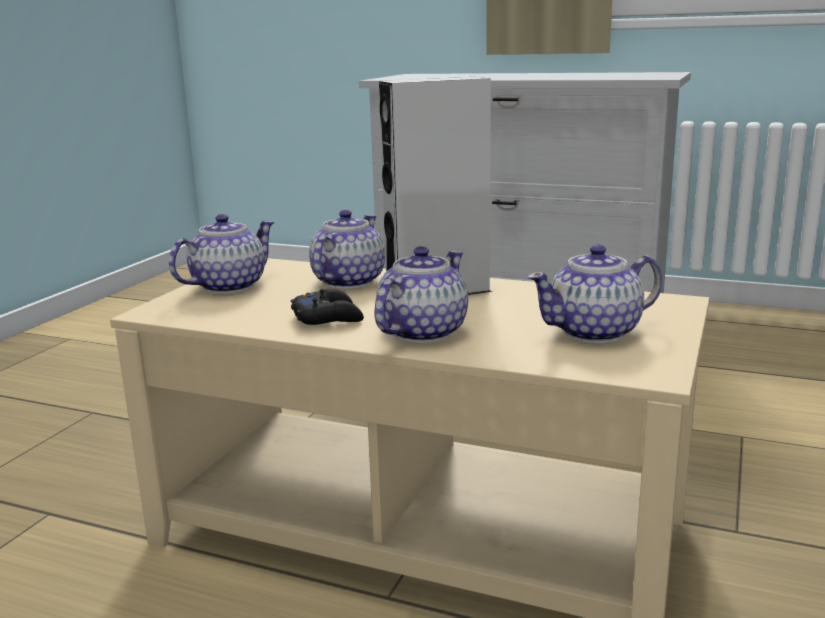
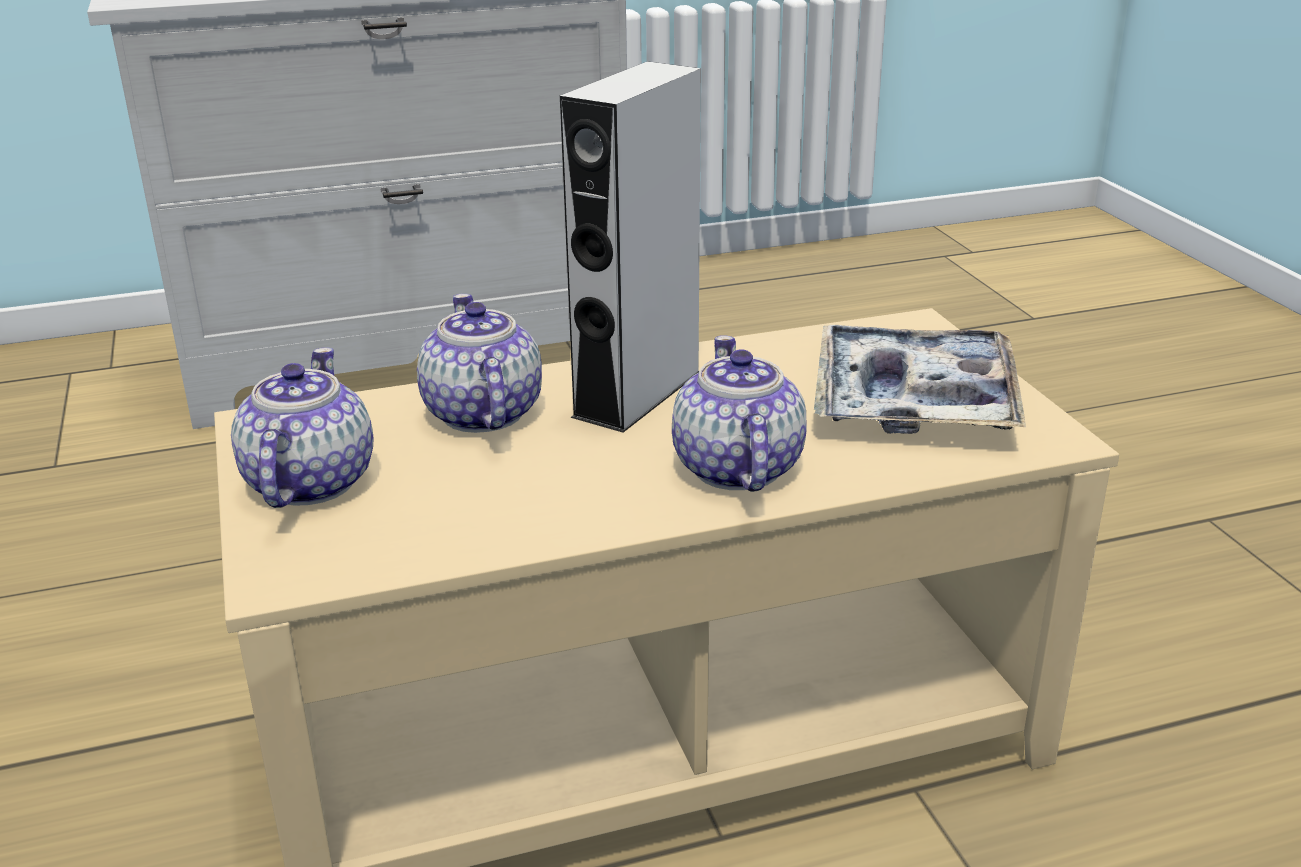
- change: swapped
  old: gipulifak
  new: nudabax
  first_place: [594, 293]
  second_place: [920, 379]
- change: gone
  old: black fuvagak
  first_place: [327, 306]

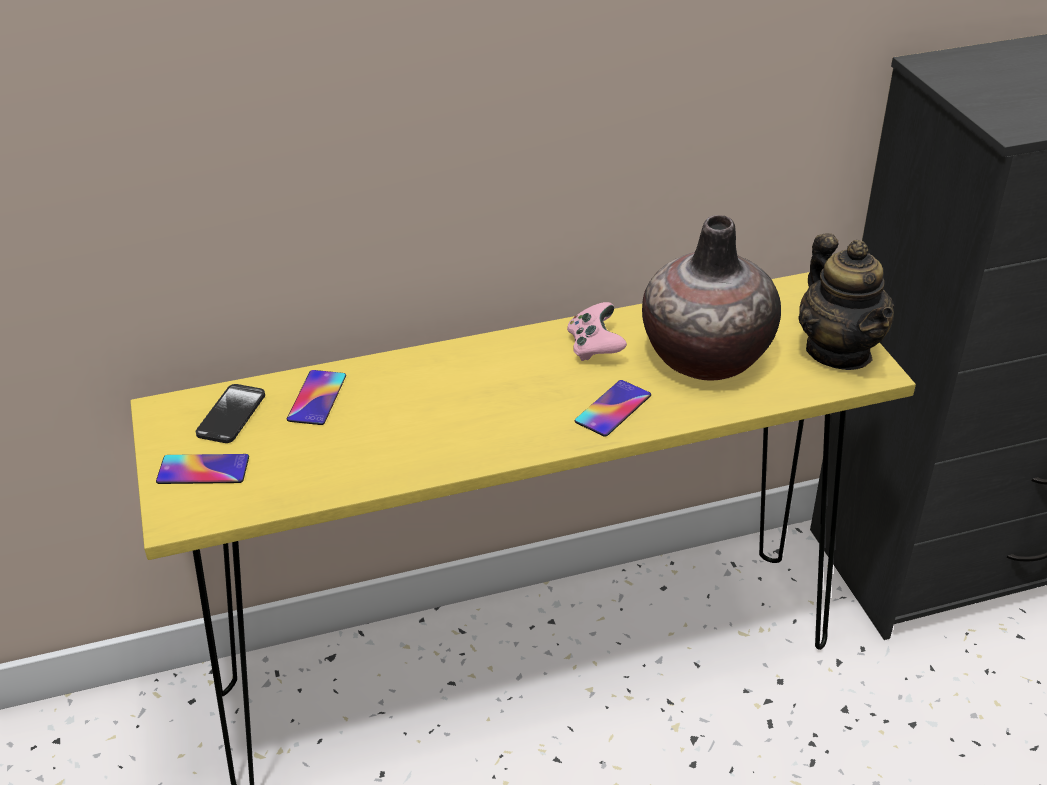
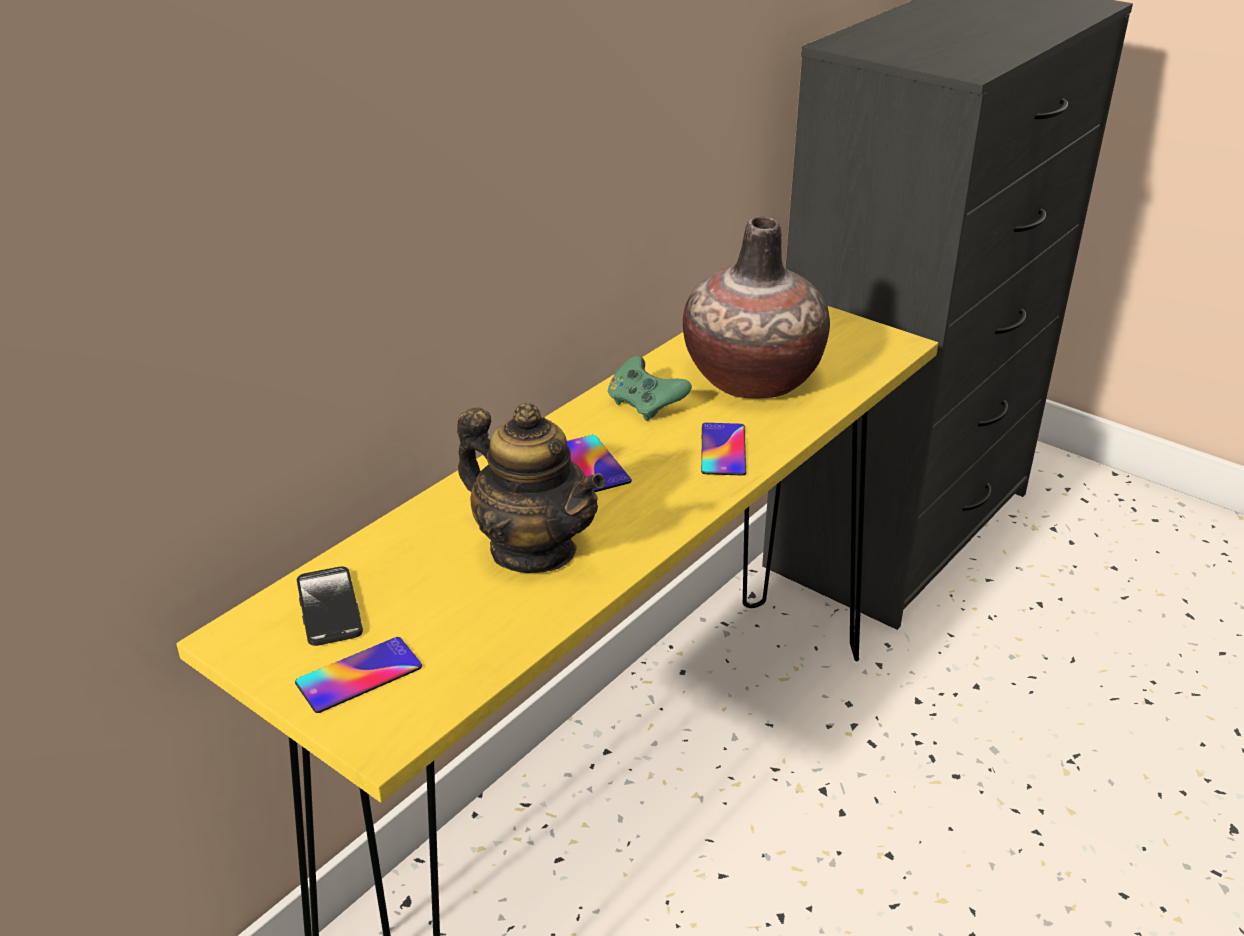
- change: shifted
  old: gipulifak
  first_place: [846, 301]
  second_place: [531, 488]
- change: repainted
  old: pink fuvagak
  new: green fuvagak
  first_place: [597, 331]
  second_place: [649, 388]
- change: shifted
  old: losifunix
  first_place: [316, 397]
  second_place: [599, 463]

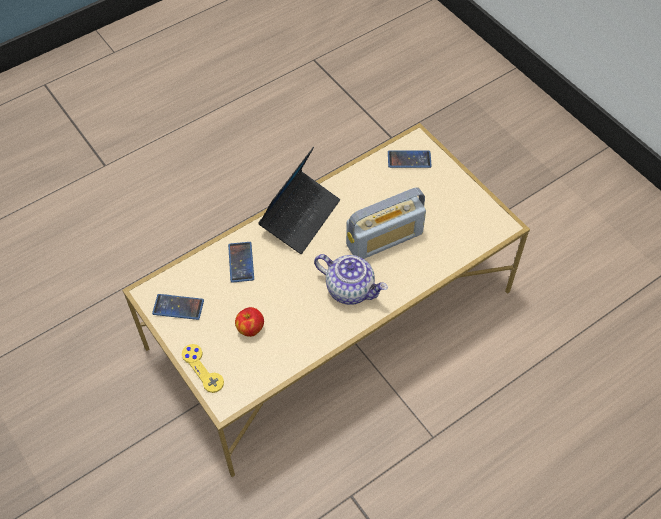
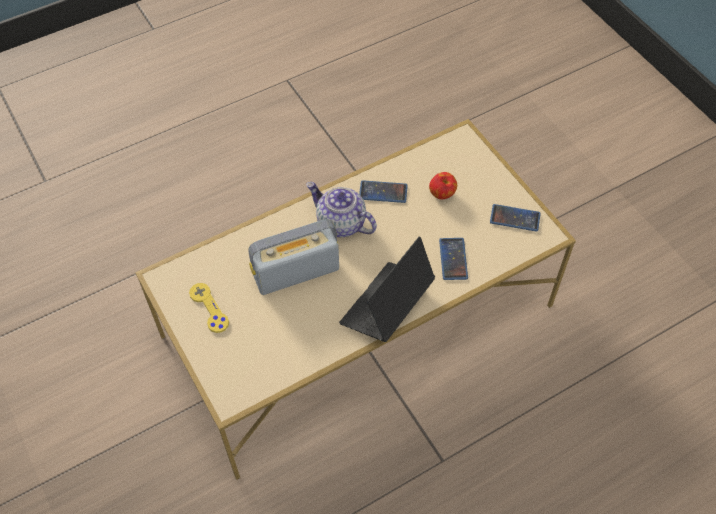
- change: shifted
  old: losifunix
  first_place: [410, 159]
  second_place: [383, 191]
- change: shifted
  old: yellow fuvagak
  first_place: [203, 368]
  second_place: [209, 308]

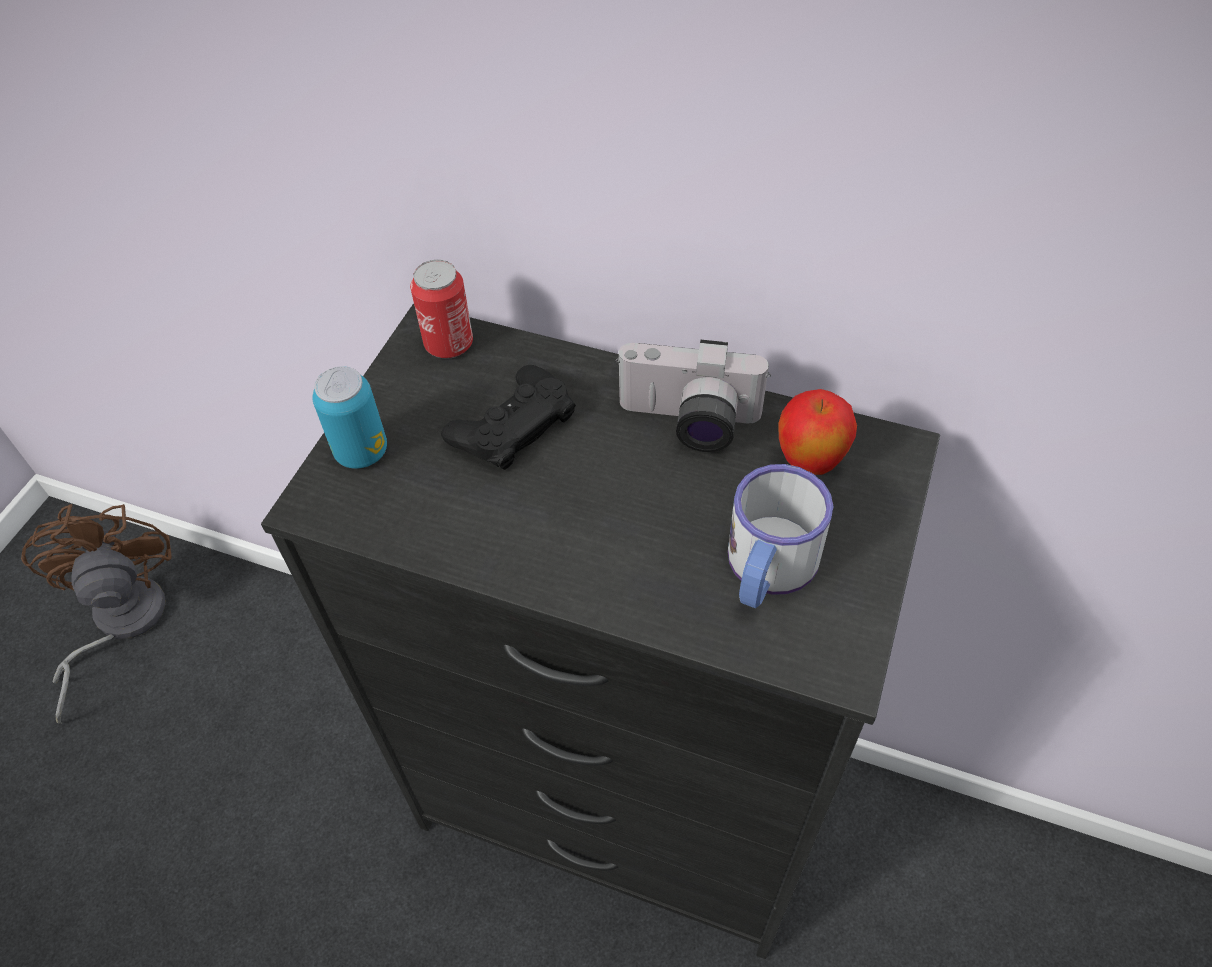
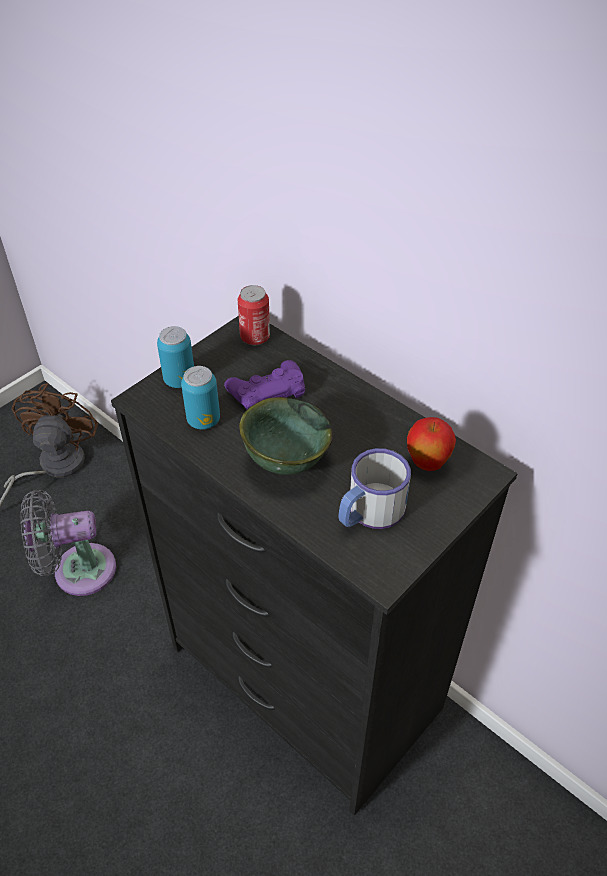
- change: gone
  old: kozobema
  first_place: [693, 396]
- change: repainted
  old: black fuvagak
  new: purple fuvagak
  first_place: [508, 417]
  second_place: [264, 384]
- change: new
  new: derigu
  second_place: [200, 397]
- change: new
  new: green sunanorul
  second_place: [286, 436]
- change: new
  new: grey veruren
  second_place: [68, 543]

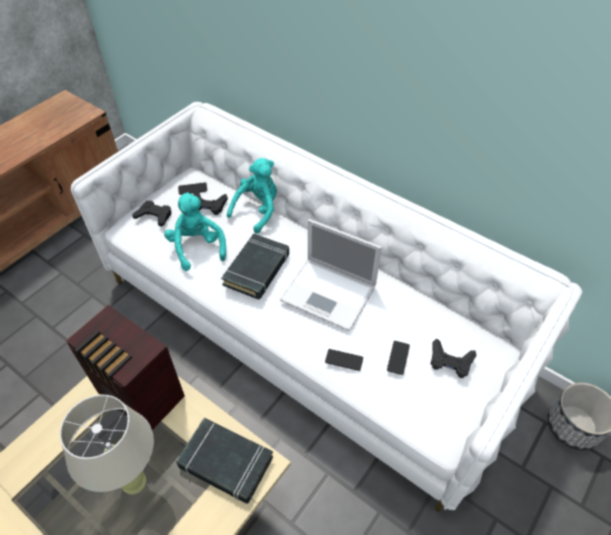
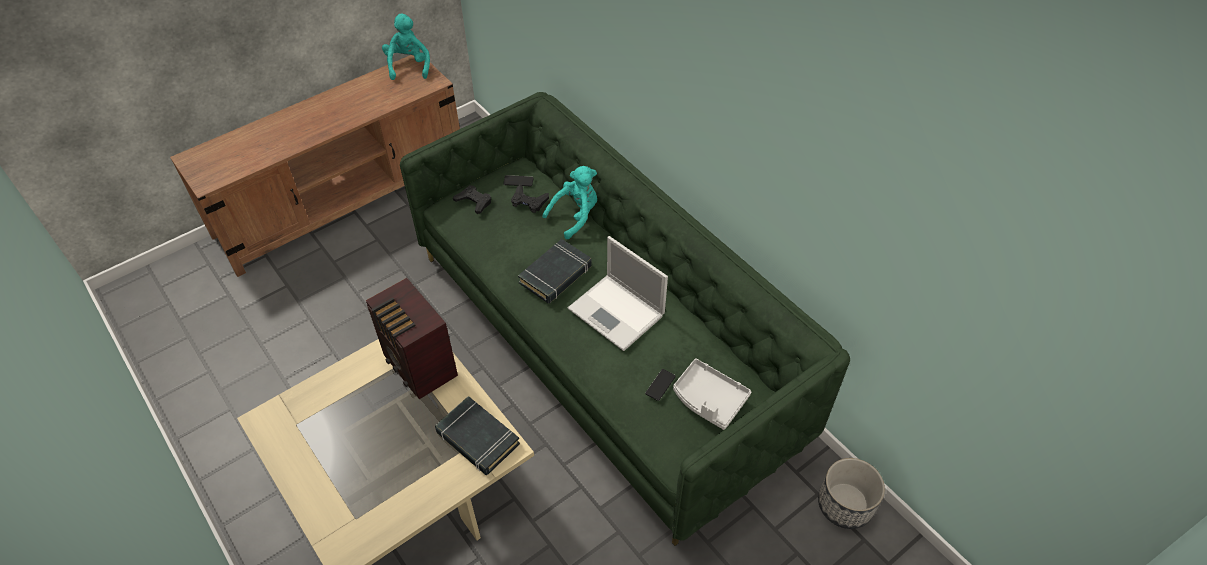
- change: repainted
  old: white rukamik
  new: green rukamik
  first_place: [327, 307]
  second_place: [625, 319]
- change: shifted
  old: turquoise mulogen
  first_place: [195, 231]
  second_place: [406, 47]
- change: swapped
  old: black fuvagak
  new: grey nudabax
  first_place: [453, 358]
  second_place: [712, 394]
- change: gone
  old: losifunix
  first_place: [344, 360]
- change: gone
  old: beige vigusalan
  first_place: [107, 445]

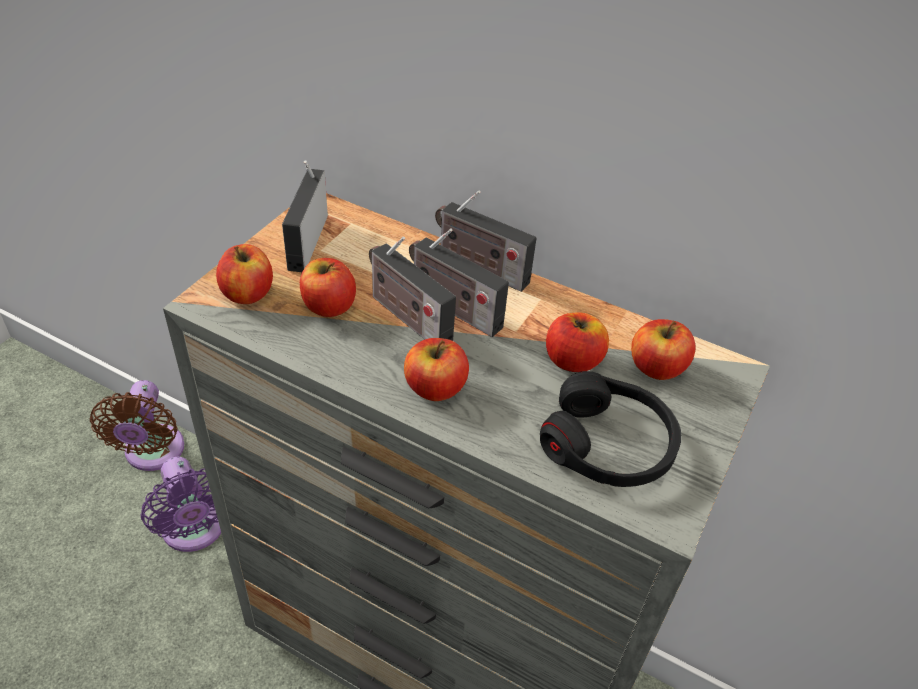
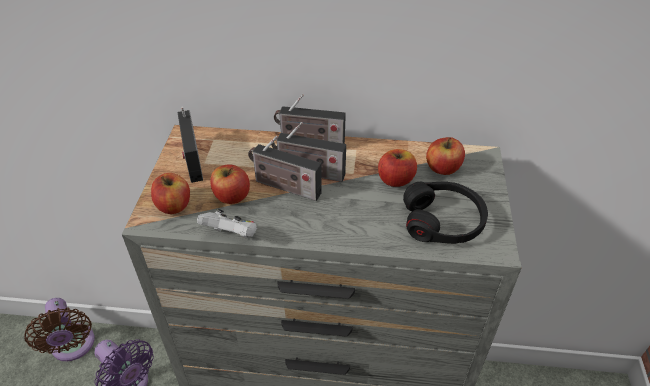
- change: gone
  old: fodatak
  first_place: [436, 369]
- change: new
  new: white fuvagak
  second_place: [227, 223]

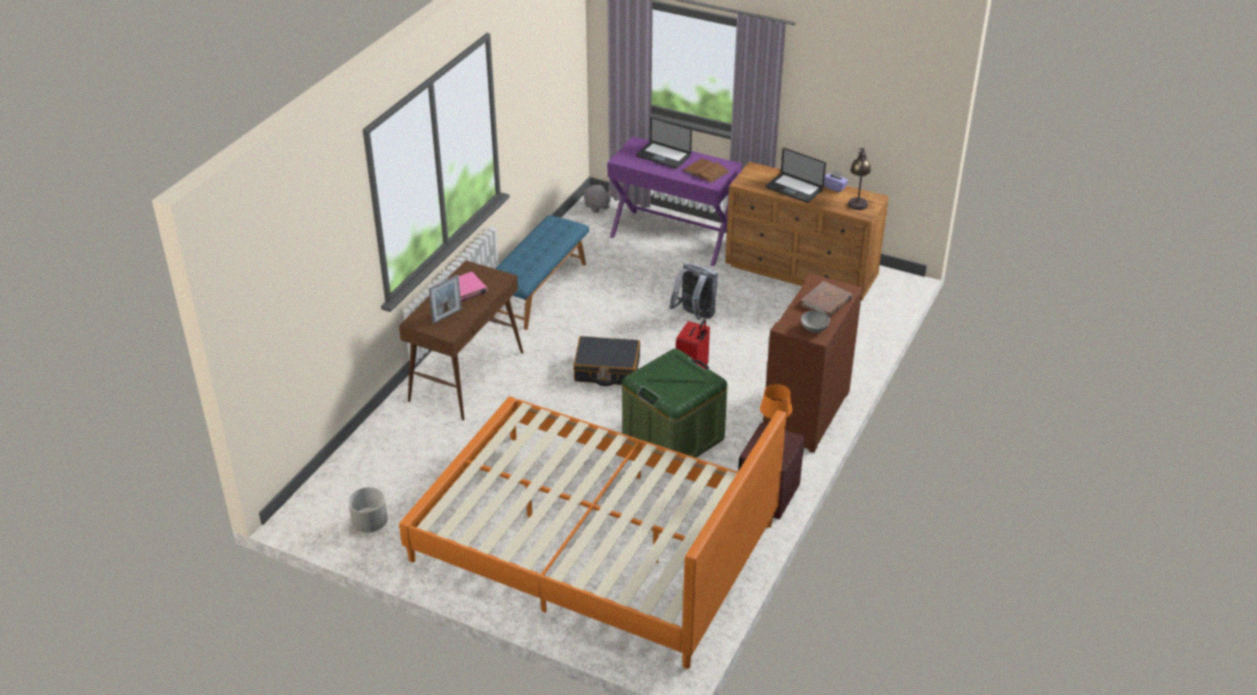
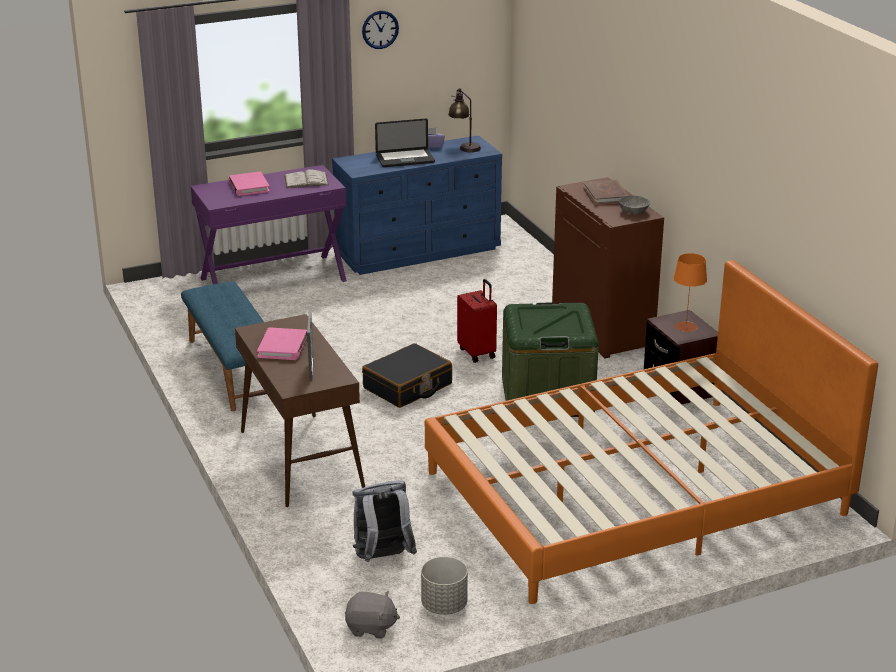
- change: swapped
  old: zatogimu
  new: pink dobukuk
  first_place: [664, 143]
  second_place: [249, 184]
- change: repainted
  old: brown dobukuk
  new: white dobukuk
  first_place: [706, 171]
  second_place: [306, 178]
- change: repainted
  old: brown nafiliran
  new: blue nafiliran
  first_place: [807, 231]
  second_place: [417, 205]
- change: shifted
  old: grey mulogen
  first_place: [597, 199]
  second_place: [372, 615]
- change: shifted
  old: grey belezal
  first_place: [693, 291]
  second_place: [384, 521]
- change: new
  new: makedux
  second_place: [380, 30]

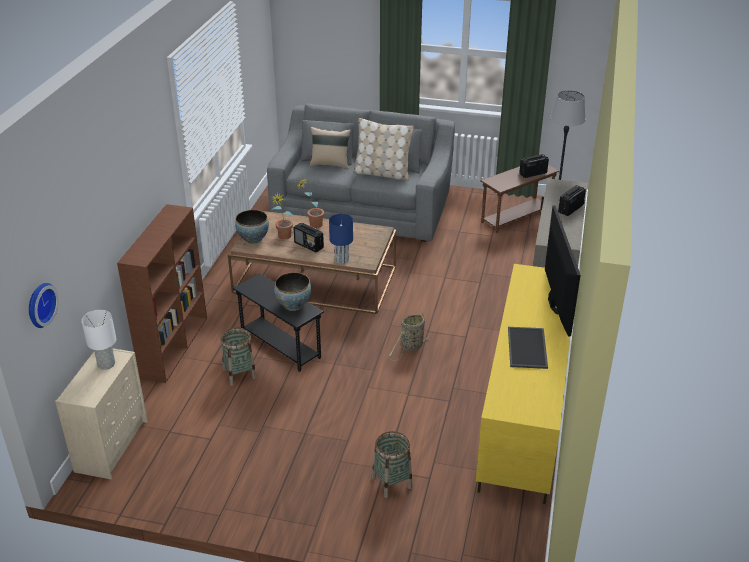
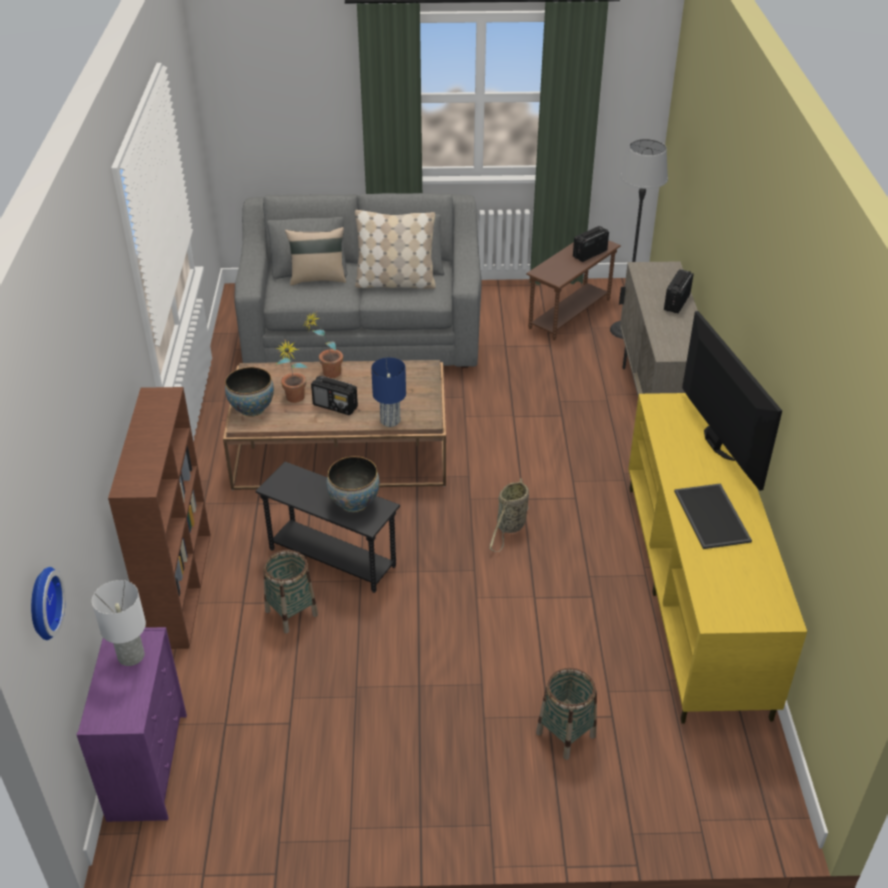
- change: repainted
  old: beige nafiliran
  new: purple nafiliran
  first_place: [101, 413]
  second_place: [132, 724]

